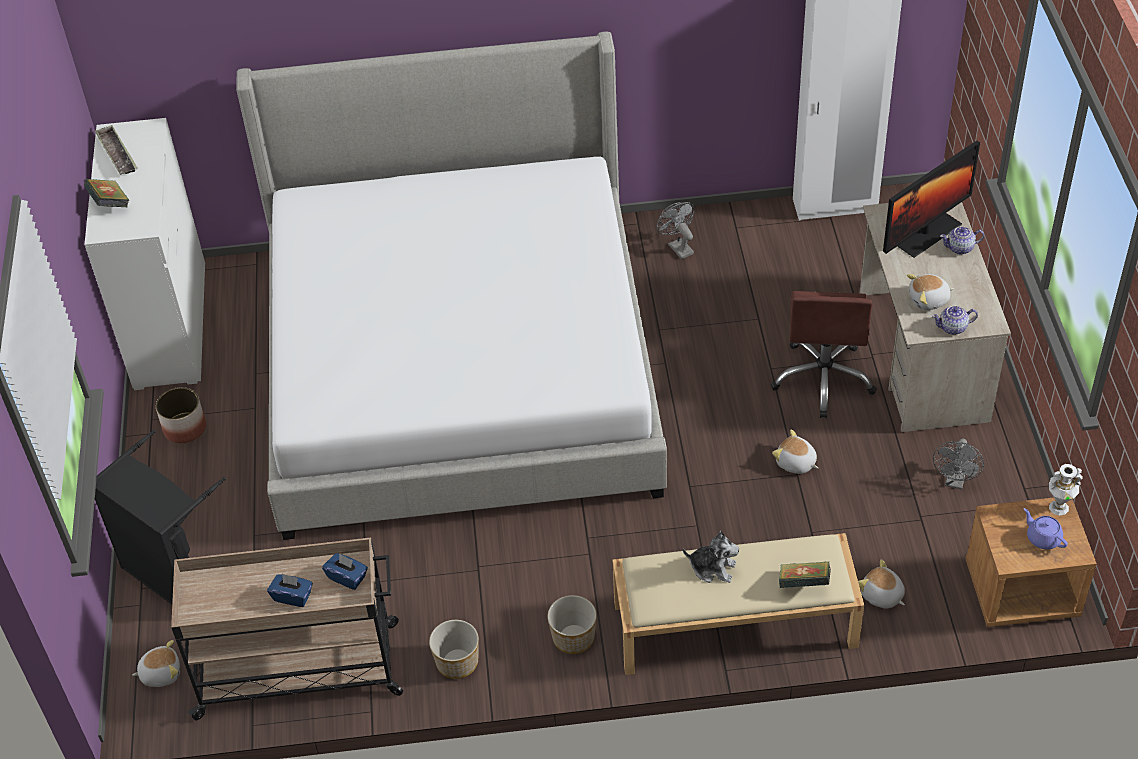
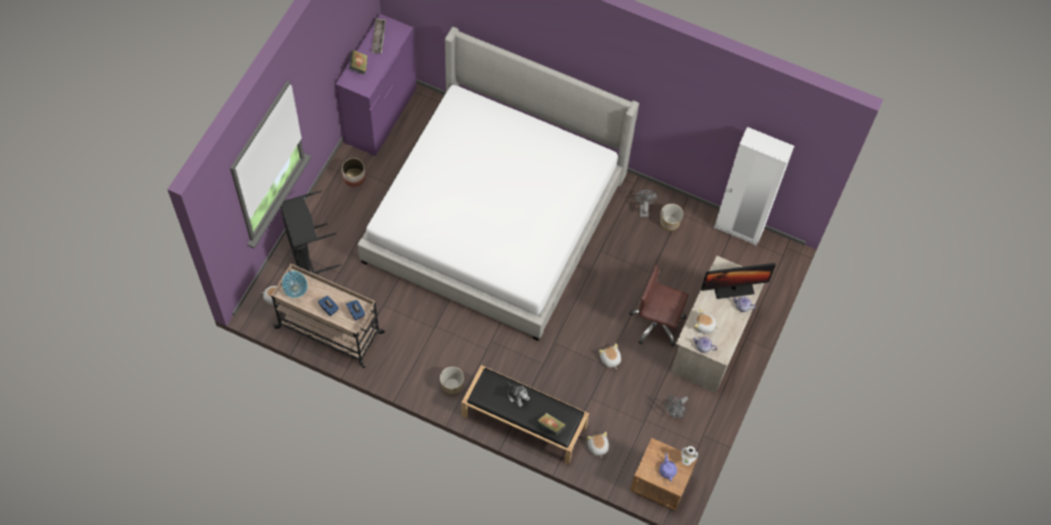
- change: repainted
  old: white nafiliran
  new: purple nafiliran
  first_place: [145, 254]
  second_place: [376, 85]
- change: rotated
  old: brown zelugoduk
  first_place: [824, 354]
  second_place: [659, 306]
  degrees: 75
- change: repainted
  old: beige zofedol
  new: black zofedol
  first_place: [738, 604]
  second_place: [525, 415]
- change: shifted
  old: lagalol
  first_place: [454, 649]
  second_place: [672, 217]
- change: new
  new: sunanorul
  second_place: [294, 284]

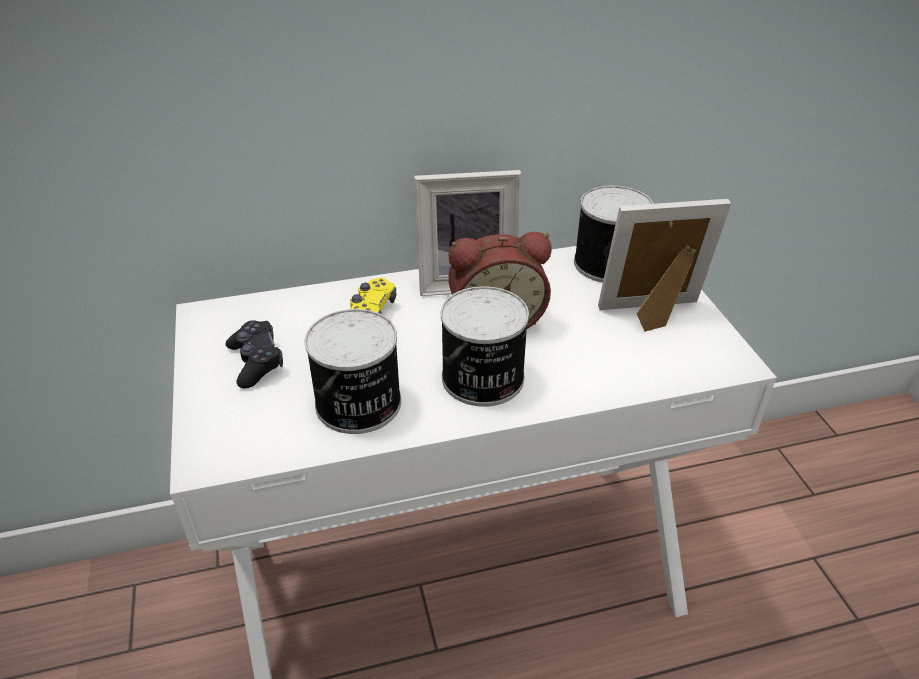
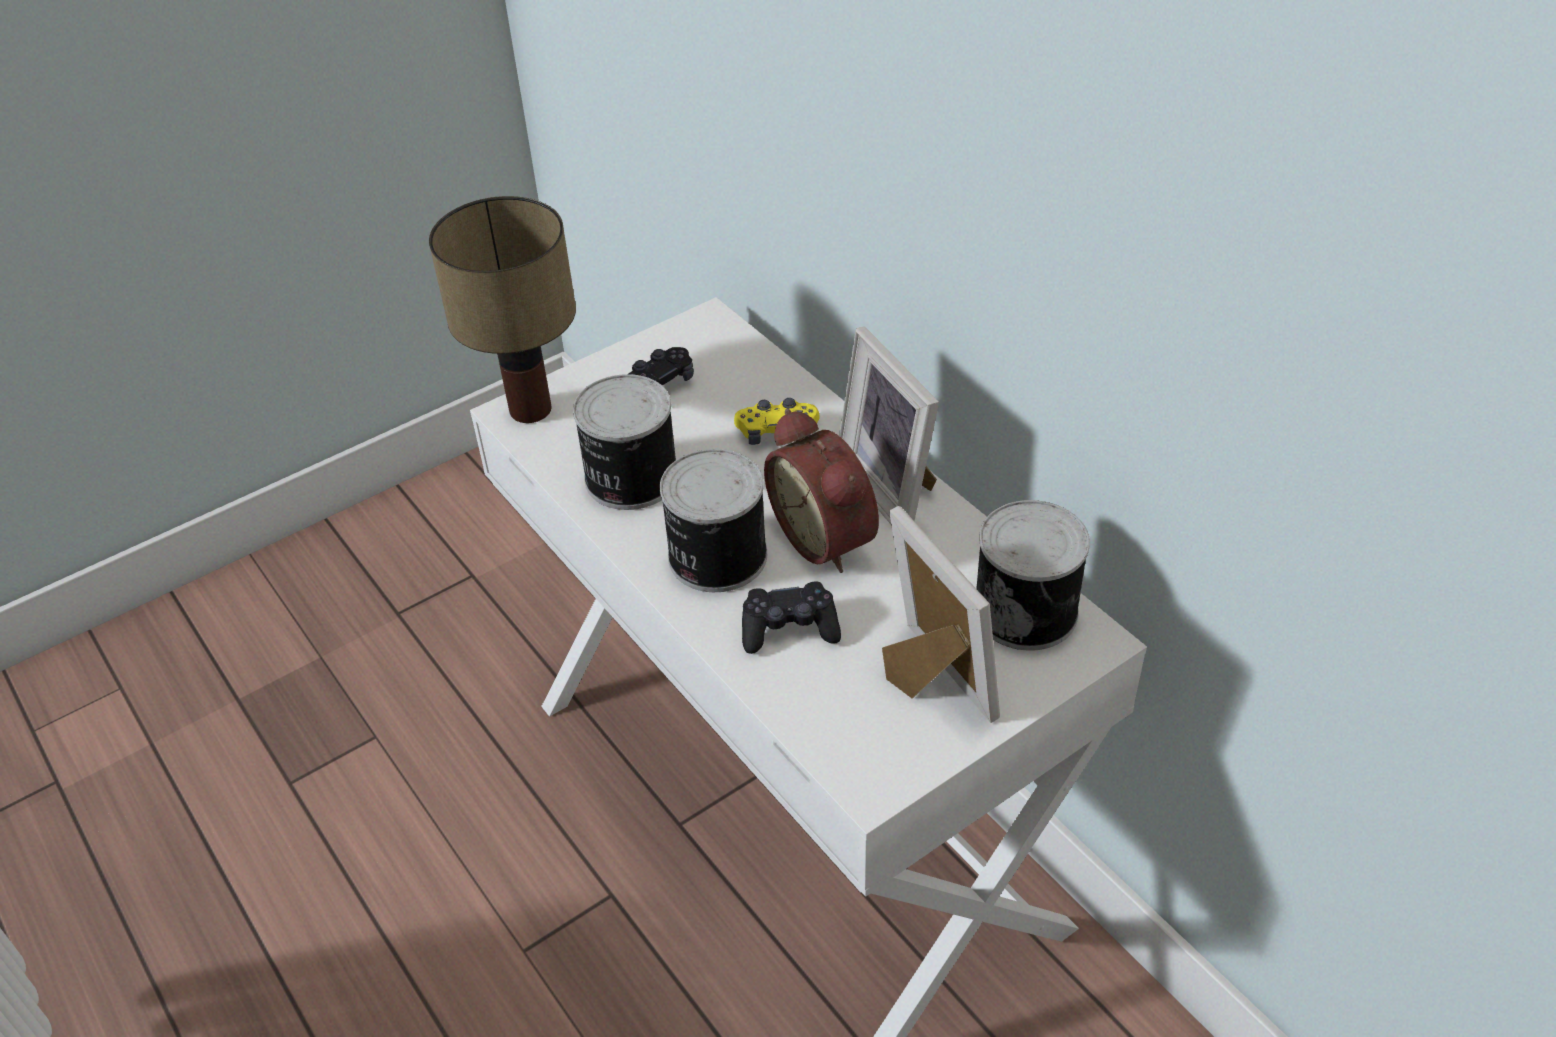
- change: new
  new: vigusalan
  second_place: [502, 309]
- change: new
  new: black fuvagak
  second_place: [791, 618]

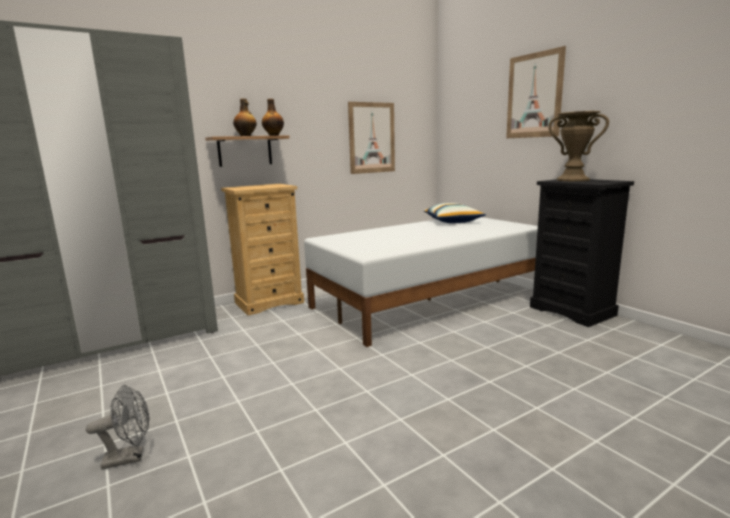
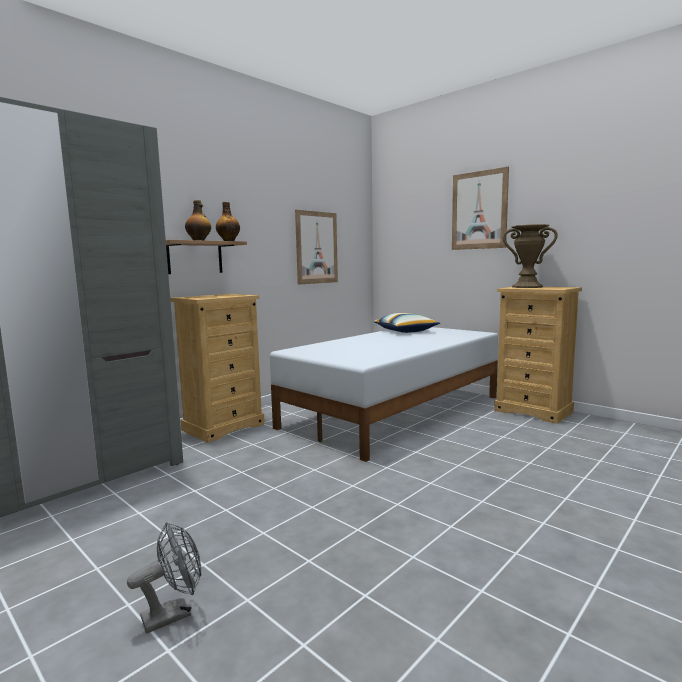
- change: repainted
  old: black nafiliran
  new: beige nafiliran
  first_place: [582, 253]
  second_place: [538, 355]

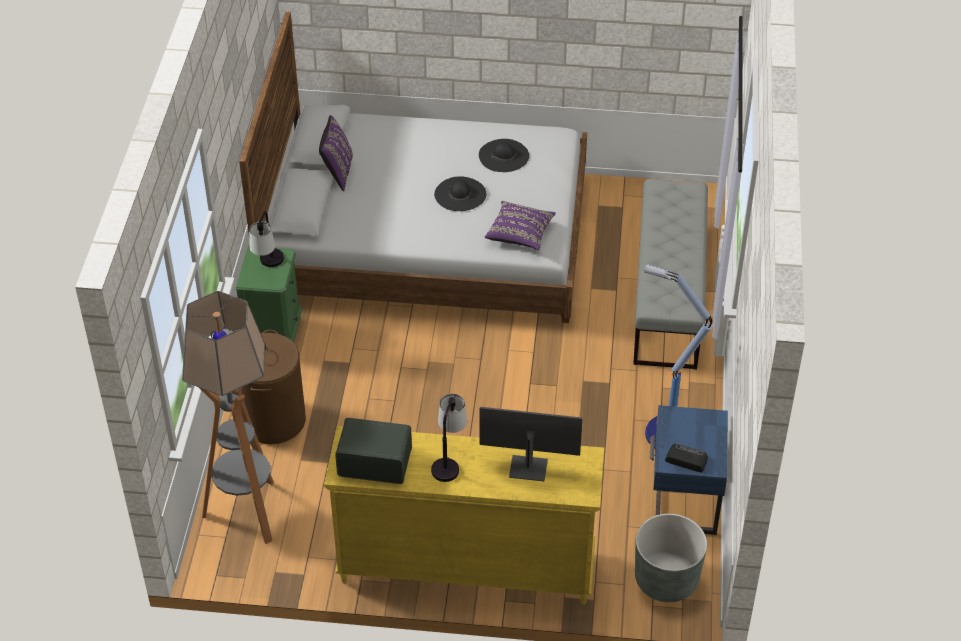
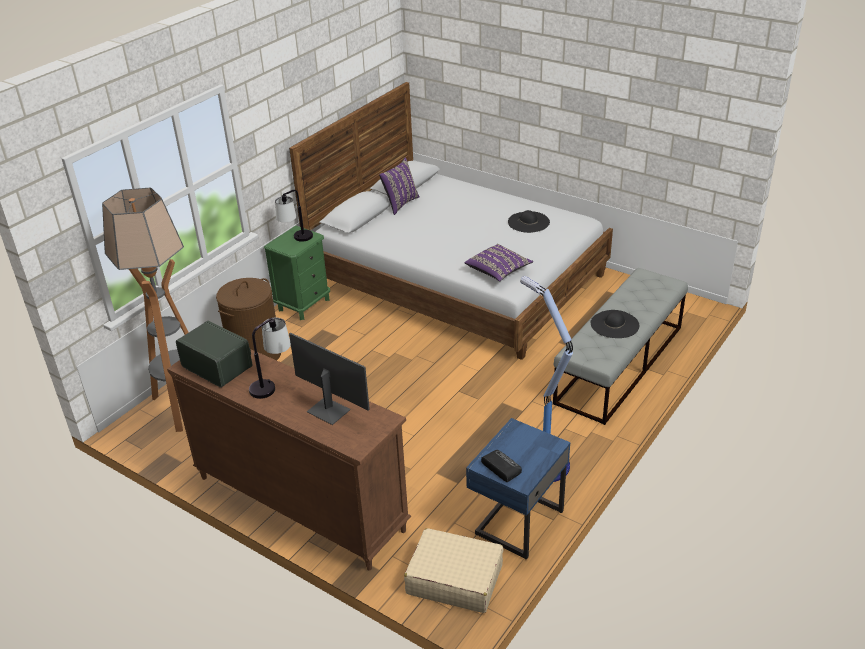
- change: shifted
  old: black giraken
  first_place: [460, 193]
  second_place: [615, 324]
- change: repainted
  old: yellow nafiliran
  new: brown nafiliran
  first_place: [464, 515]
  second_place: [289, 459]
- change: swapped
  old: grey lagalol
  new: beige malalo
  first_place: [671, 558]
  second_place: [453, 570]

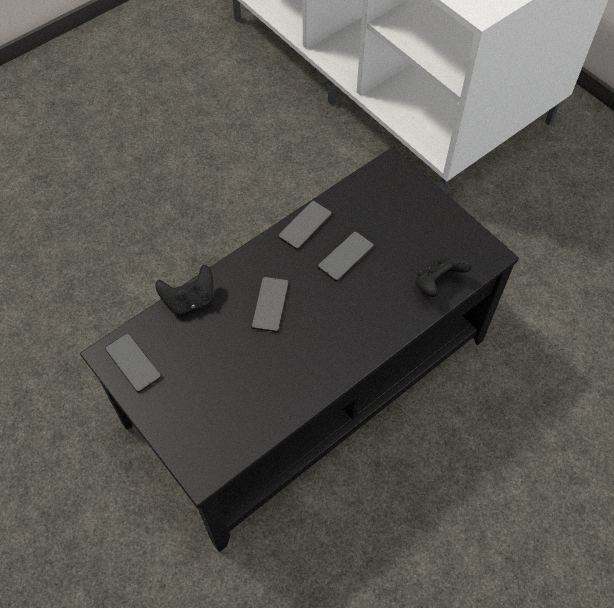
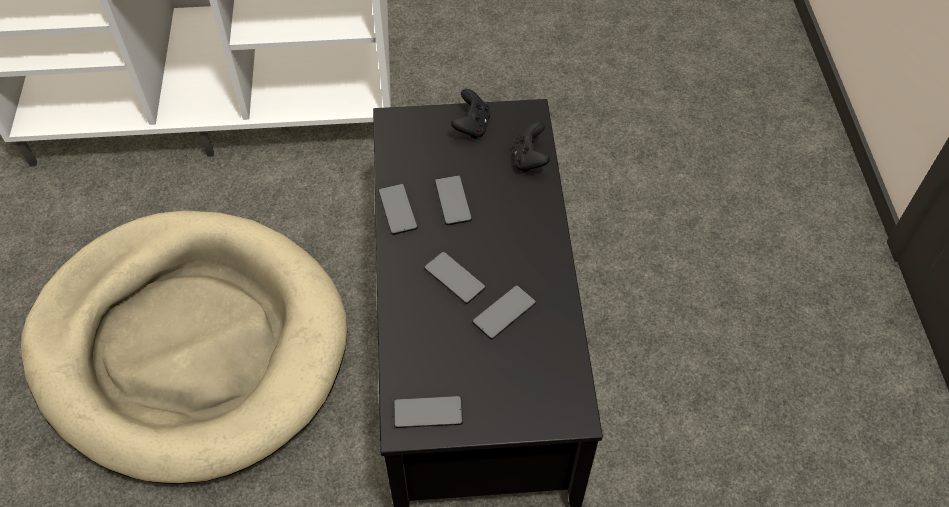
- change: shifted
  old: black fuvagak
  first_place: [184, 290]
  second_place: [470, 114]
- change: new
  new: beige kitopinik
  second_place: [184, 347]
- change: new
  new: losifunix
  second_place: [504, 312]

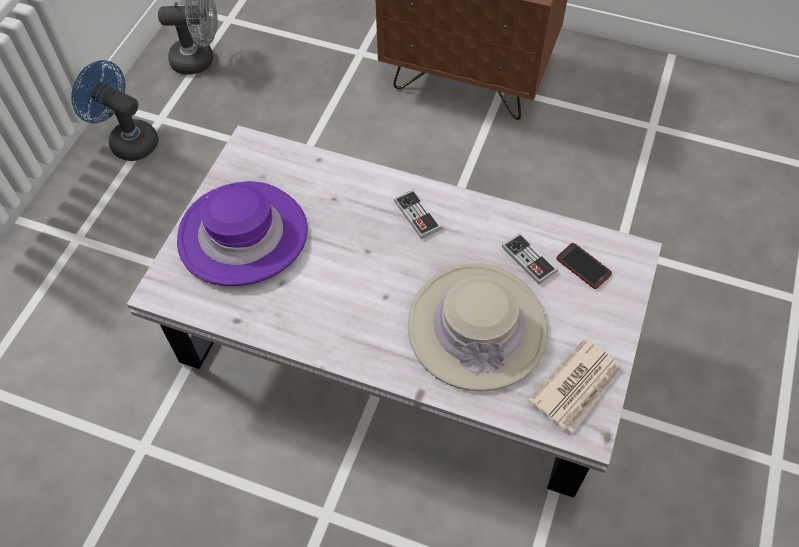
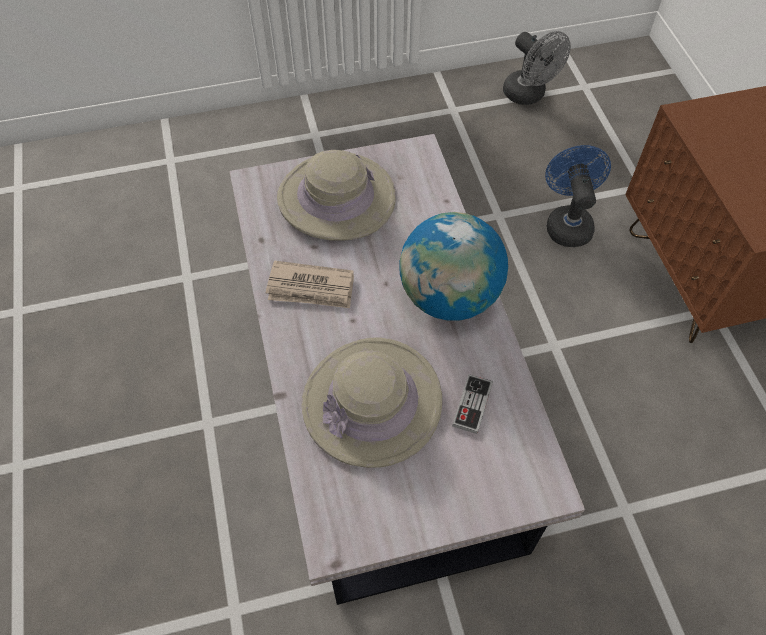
- change: shifted
  old: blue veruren
  first_place: [115, 110]
  second_place: [578, 196]
- change: repainted
  old: purple giraken
  new: beige giraken
  first_place: [242, 233]
  second_place: [336, 195]
- change: swapped
  old: fuvagak
  new: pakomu
  first_place: [418, 214]
  second_place: [454, 266]
- change: gone
  old: losifunix
  first_place: [584, 266]
- change: shifted
  old: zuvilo
  first_place: [575, 385]
  second_place: [310, 284]

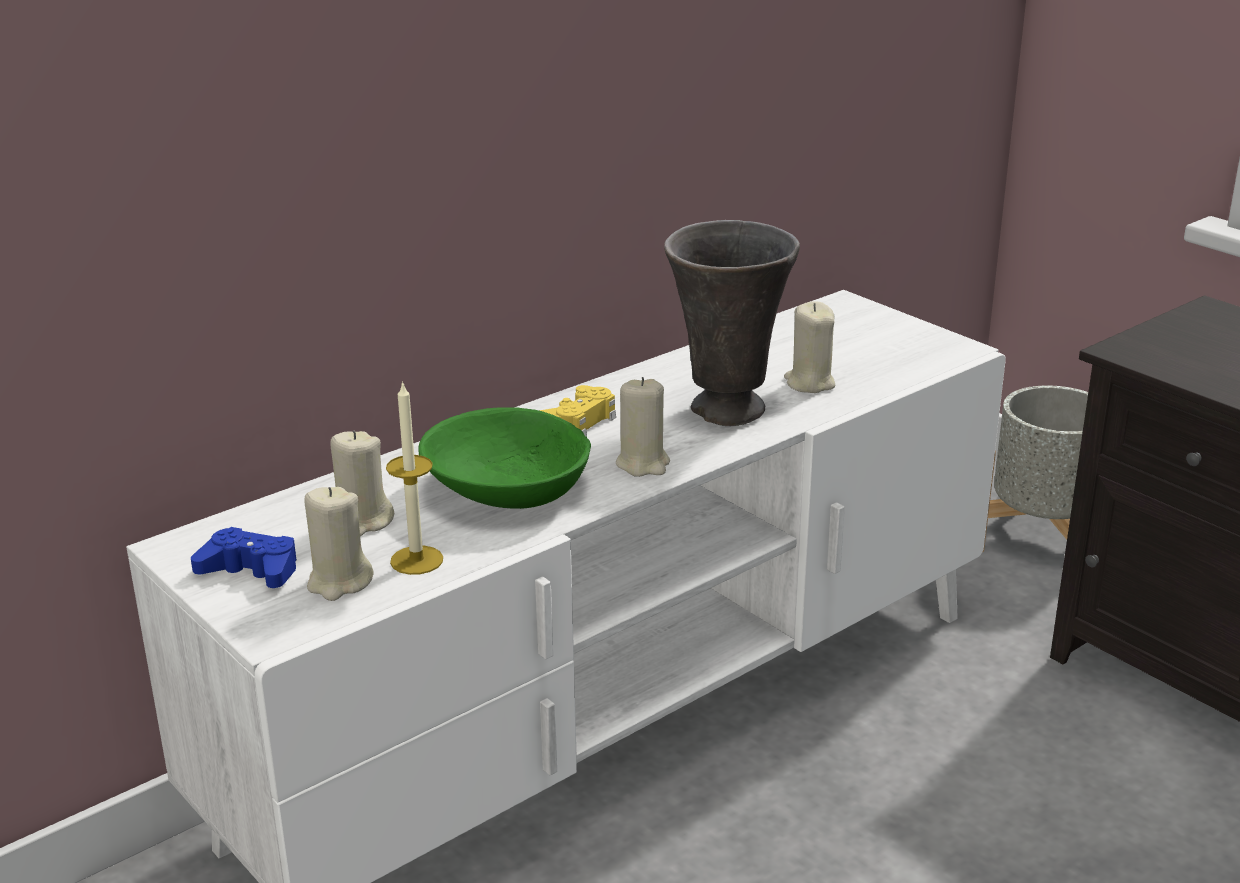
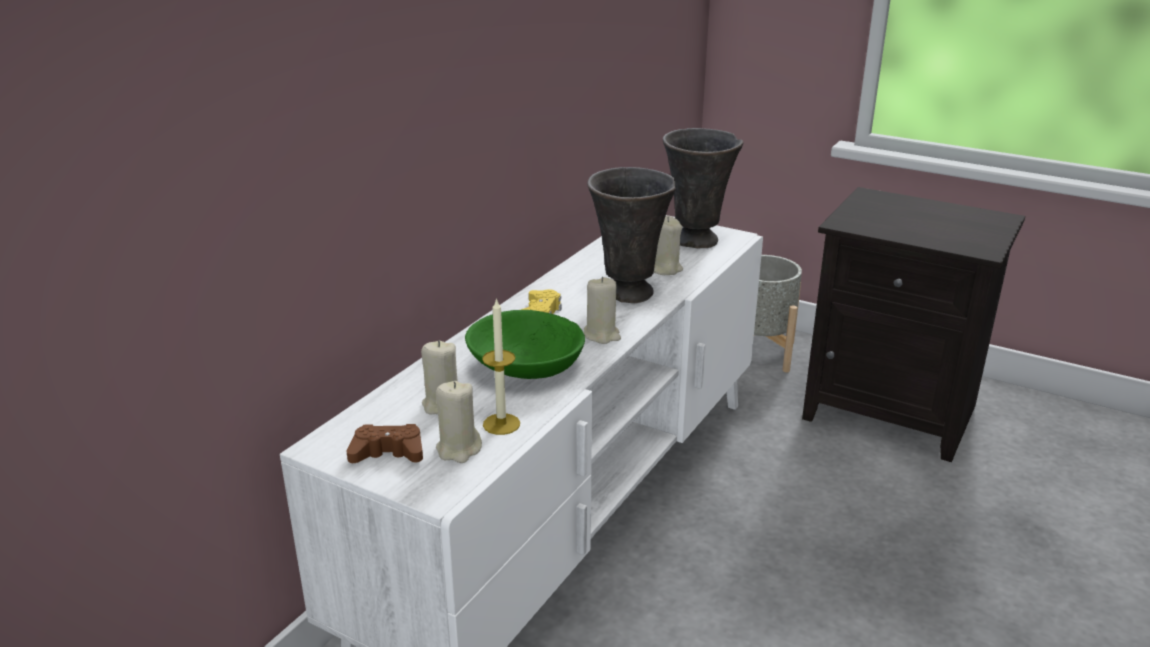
- change: repainted
  old: blue fuvagak
  new: brown fuvagak
  first_place: [244, 557]
  second_place: [384, 443]
- change: new
  new: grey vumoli
  second_place: [703, 188]

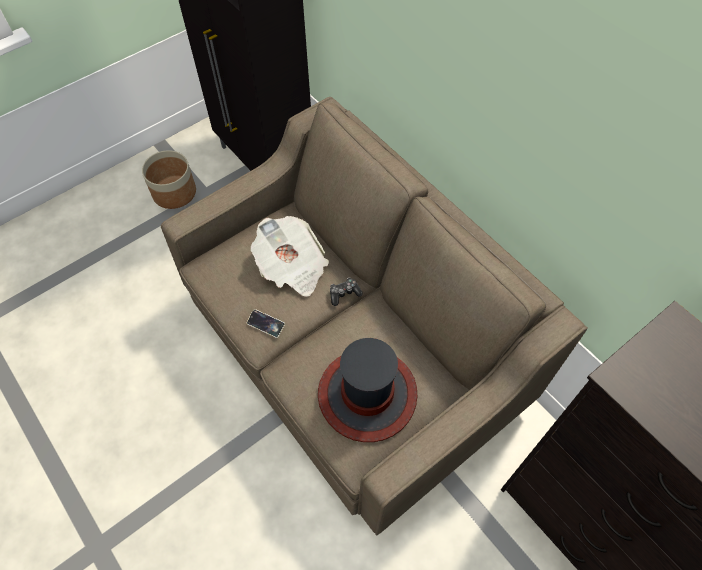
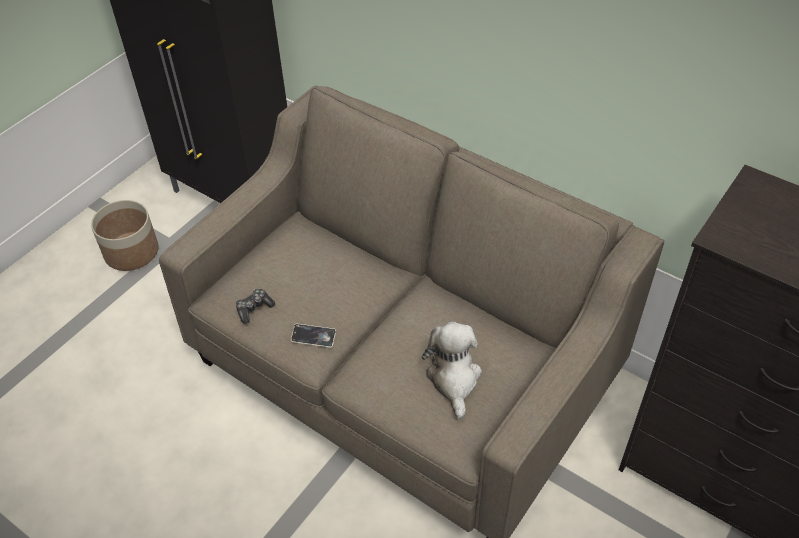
- change: gone
  old: zuvilo
  first_place: [290, 256]
- change: shifted
  old: fuvagak
  first_place: [346, 292]
  second_place: [255, 306]
- change: swapped
  old: giraken
  new: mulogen
  first_place: [367, 390]
  second_place: [452, 370]

